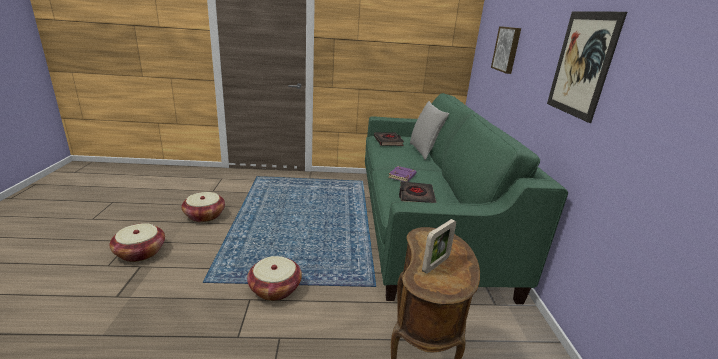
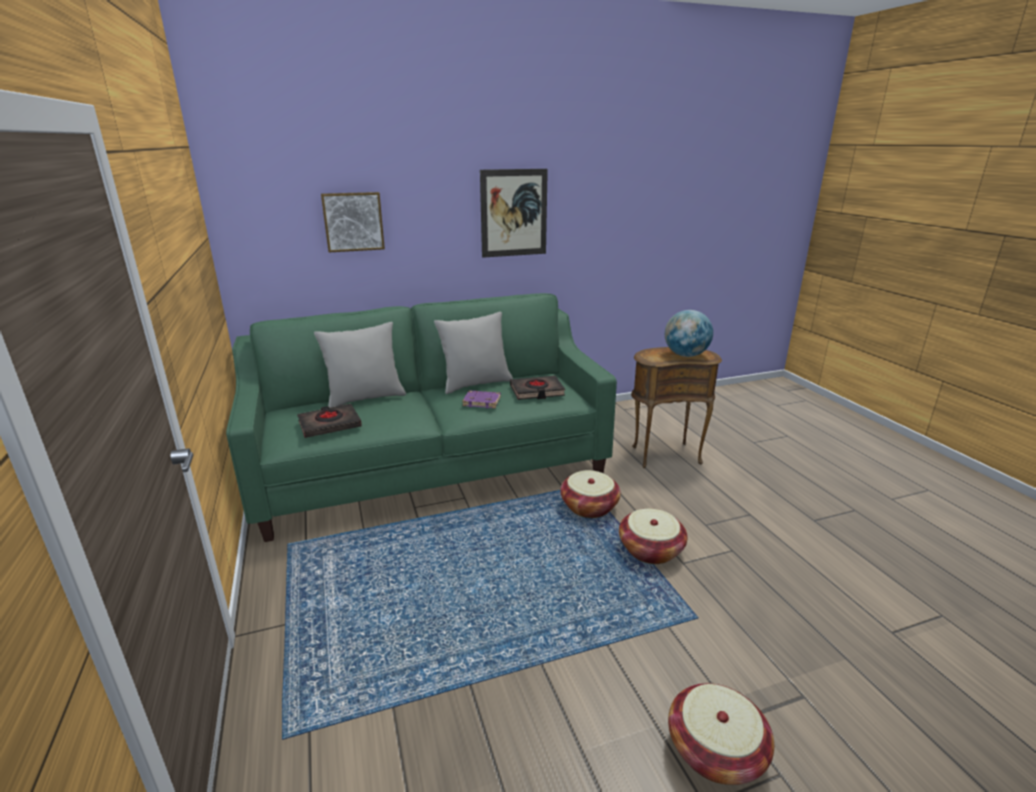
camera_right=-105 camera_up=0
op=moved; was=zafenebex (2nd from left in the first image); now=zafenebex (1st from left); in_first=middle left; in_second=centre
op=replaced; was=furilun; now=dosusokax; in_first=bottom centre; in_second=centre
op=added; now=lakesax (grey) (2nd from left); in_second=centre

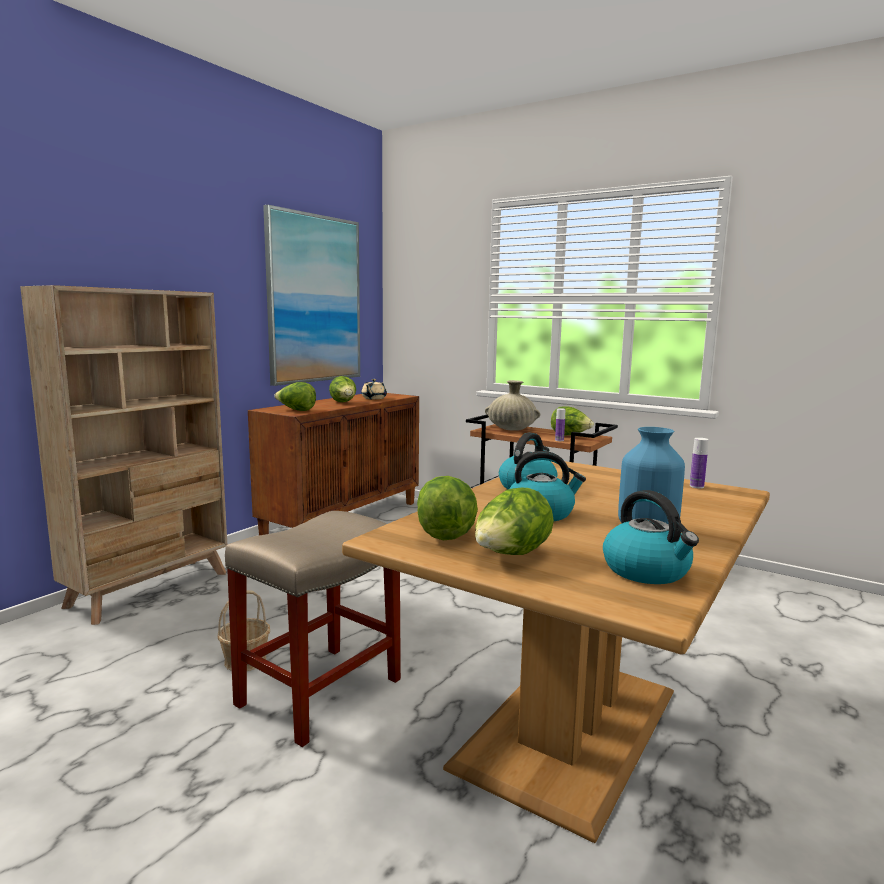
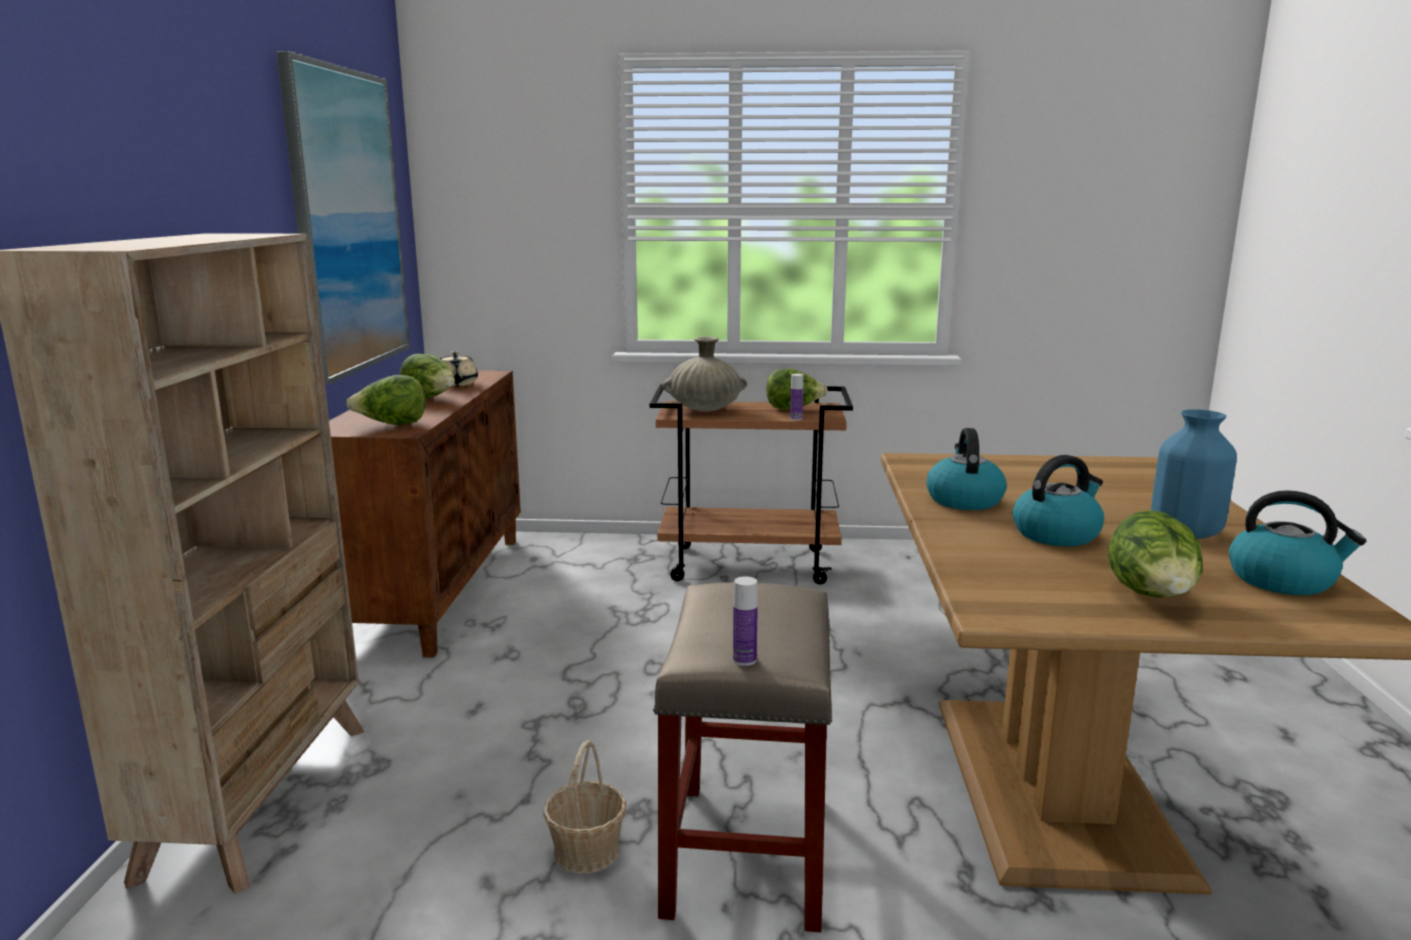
camera_right=-30 camera_up=5
op=removed; was=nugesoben (3rd from left); in_first=centre
op=moved; was=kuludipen (2nd from left in the first image); now=kuludipen (1st from left); in_first=middle right; in_second=centre

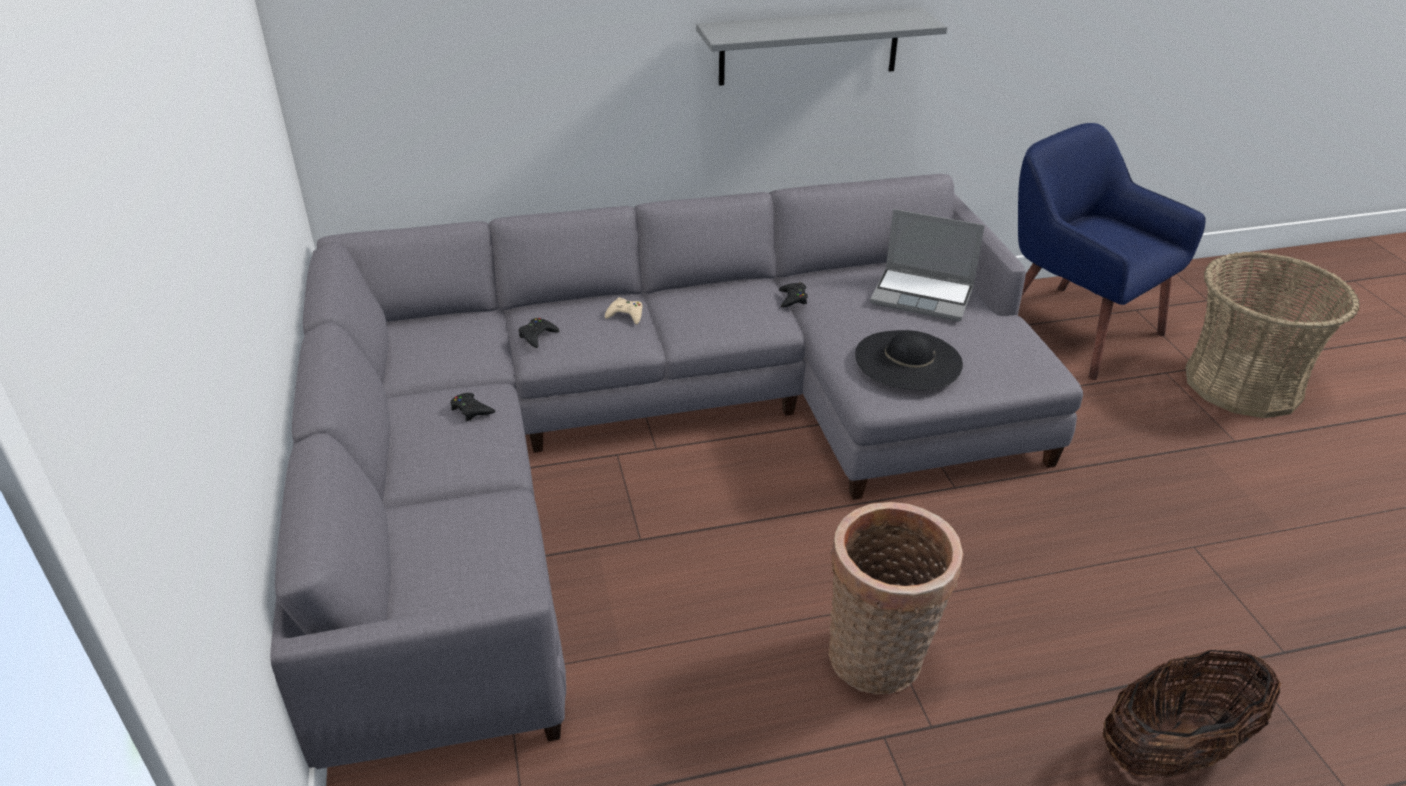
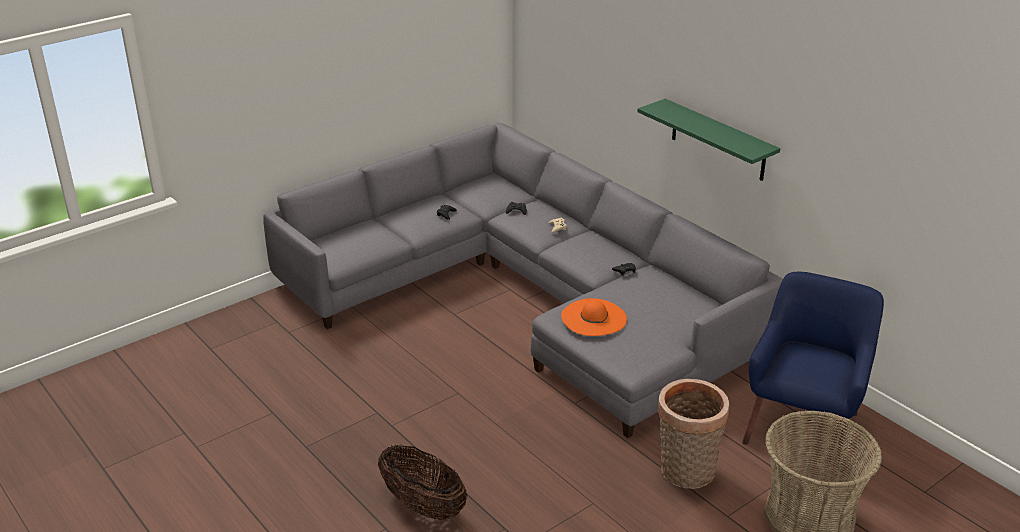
camera_right=65 camera_up=-5
op=recoloured; was=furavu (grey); now=furavu (green); in_first=top centre; in_second=top right
op=moved; was=zafenebex (1st from left in the first image); now=zafenebex (2nd from left); in_first=bottom centre; in_second=bottom right
op=recoloured; was=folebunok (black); now=folebunok (orange); in_first=centre; in_second=centre
op=removed; was=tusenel; in_first=centre

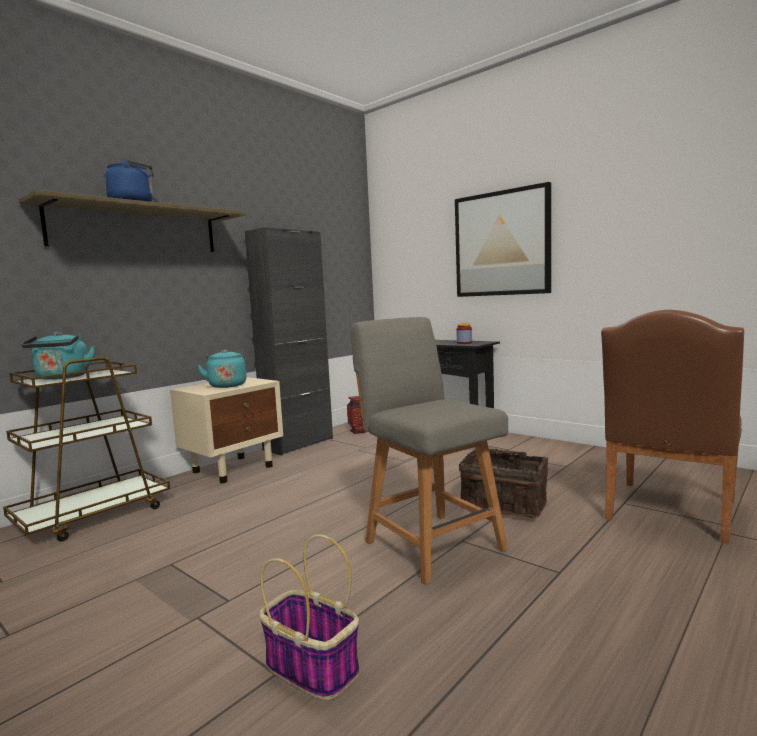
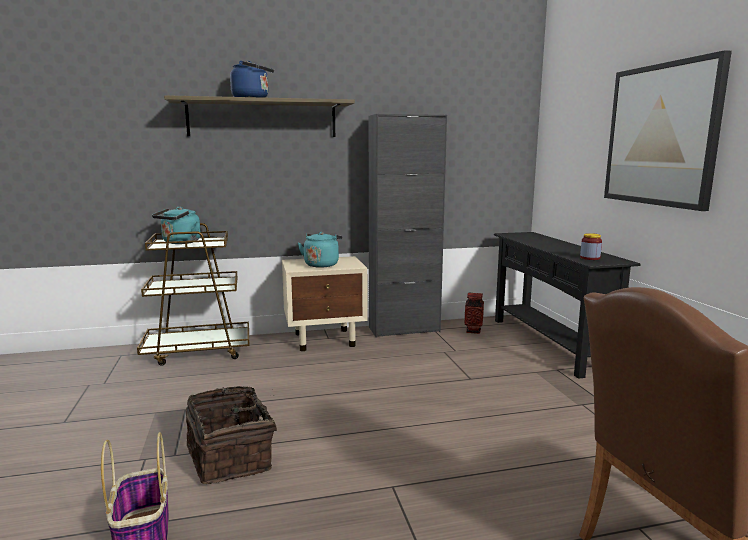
camera_right=35 camera_up=5
op=removed; was=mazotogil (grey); in_first=centre
op=moved; was=zafenebex (2nd from left); in_first=centre; in_second=bottom left

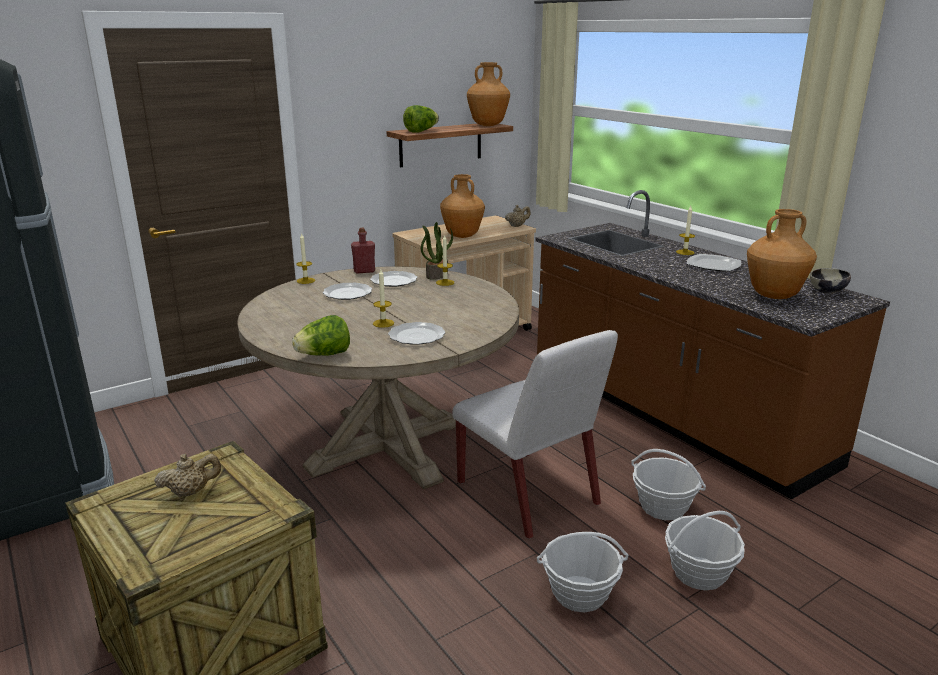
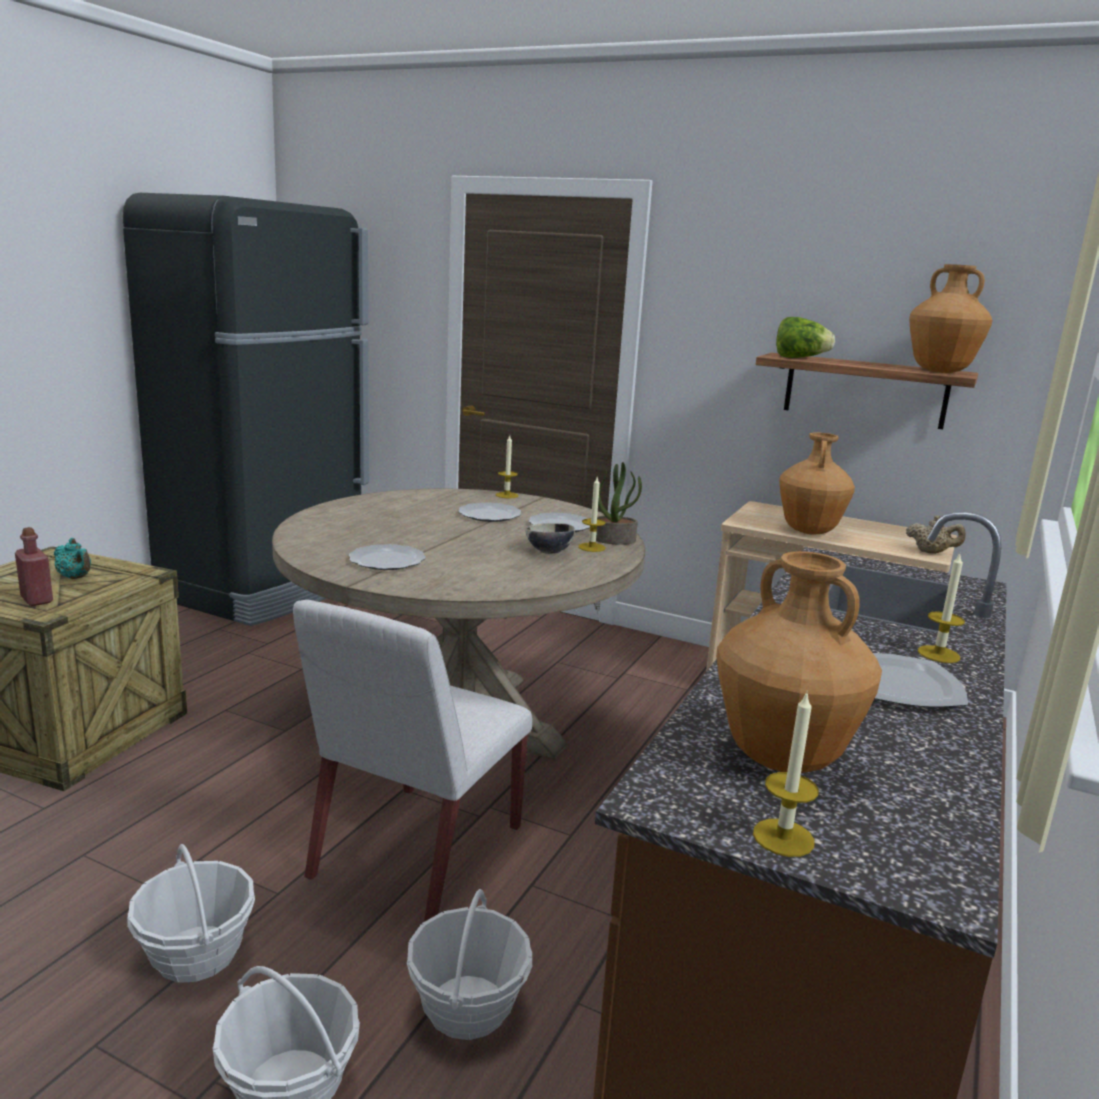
camera_right=60 camera_up=-5
op=recoloured; was=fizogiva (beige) (1st from left); now=fizogiva (turquoise); in_first=bottom left; in_second=middle left
op=removed; was=nugesoben (1st from left); in_first=centre
op=moved; was=kuludipen (red); in_first=centre; in_second=middle left
op=moved; was=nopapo (2nd from left in the first image); now=nopapo (3rd from left); in_first=centre; in_second=bottom right
op=moved; was=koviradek; in_first=middle right; in_second=centre

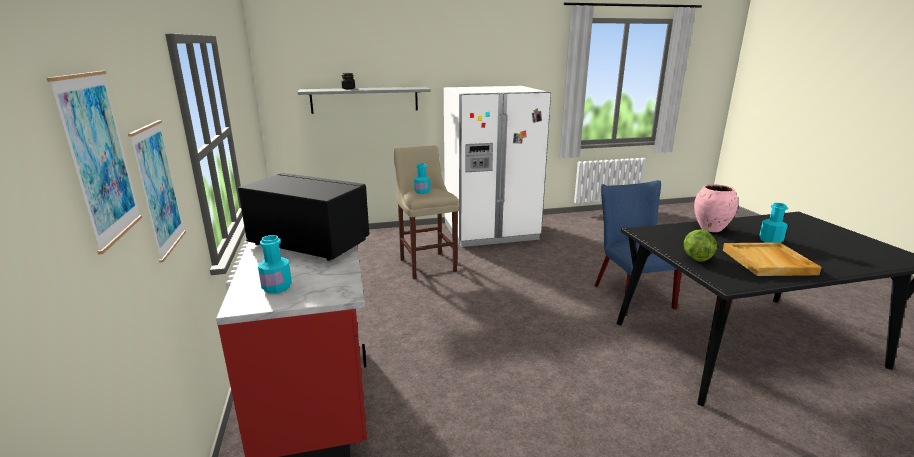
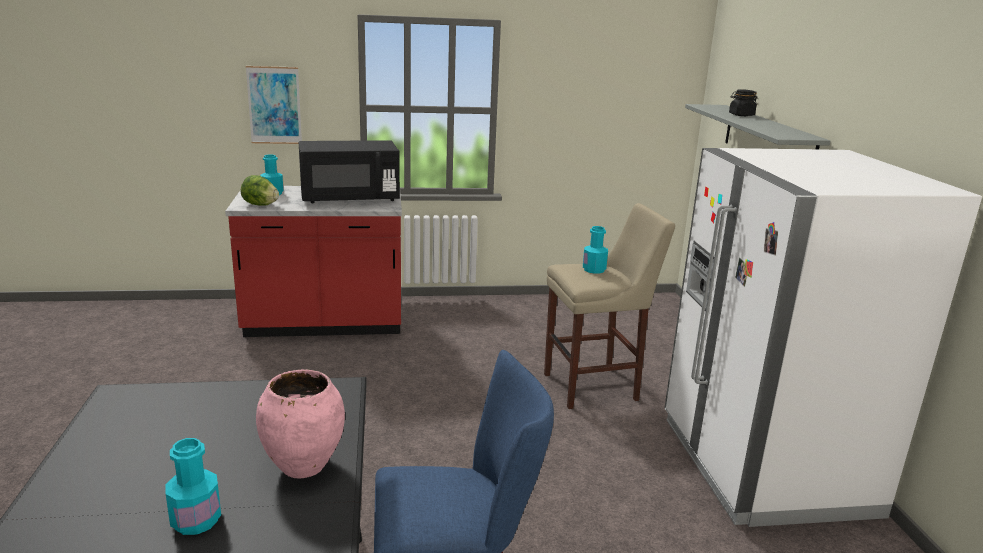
camera_right=95 camera_up=0
op=removed; was=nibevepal (1st from left); in_first=middle left
op=turned; was=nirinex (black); in_first=middle left; in_second=top centre; clockwise=45
op=moved; was=nugesoben; in_first=middle right; in_second=middle left
op=removed; was=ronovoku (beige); in_first=middle right

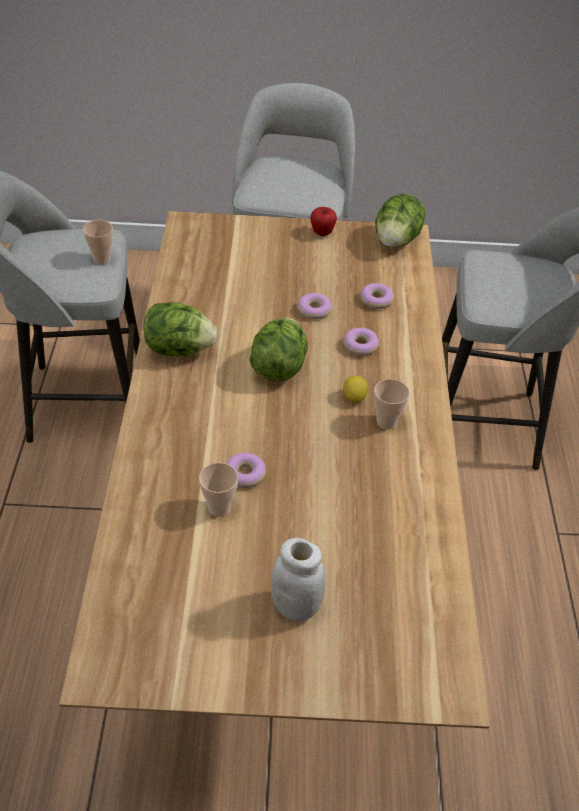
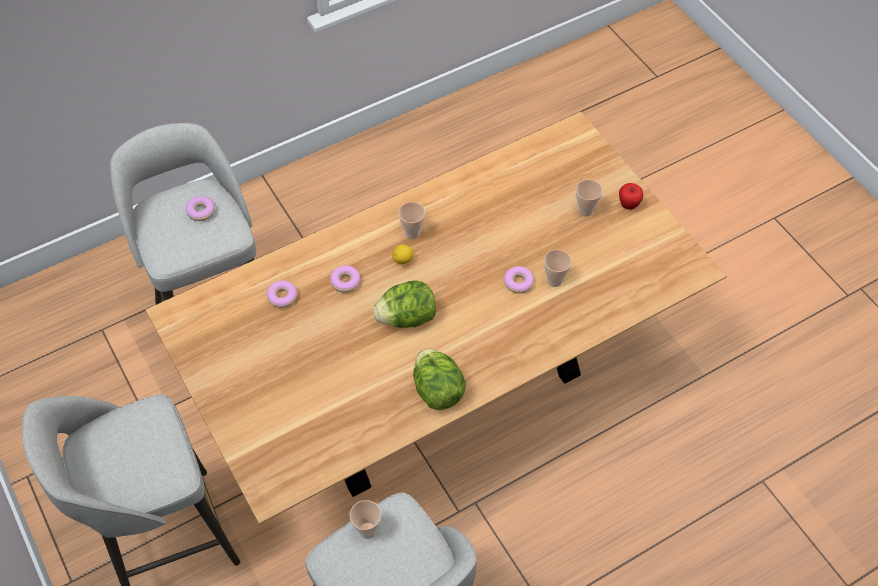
camera_right=-120 camera_up=10
op=replaced; was=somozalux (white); now=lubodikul (4th from left); in_first=bottom centre; in_second=middle right
op=moved; was=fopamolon (2nd from left in the first image); now=fopamolon (1st from left); in_first=centre; in_second=middle left
op=moved; was=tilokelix; in_first=top centre; in_second=middle right
op=removed; was=nugesoben (3rd from left); in_first=top right

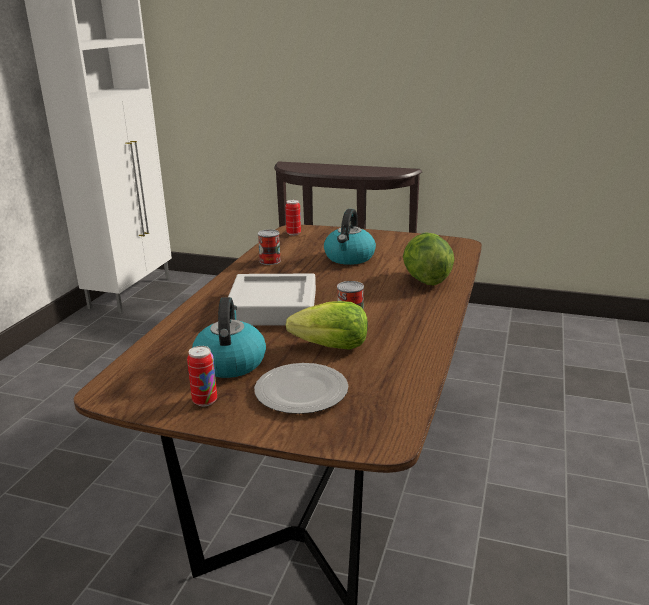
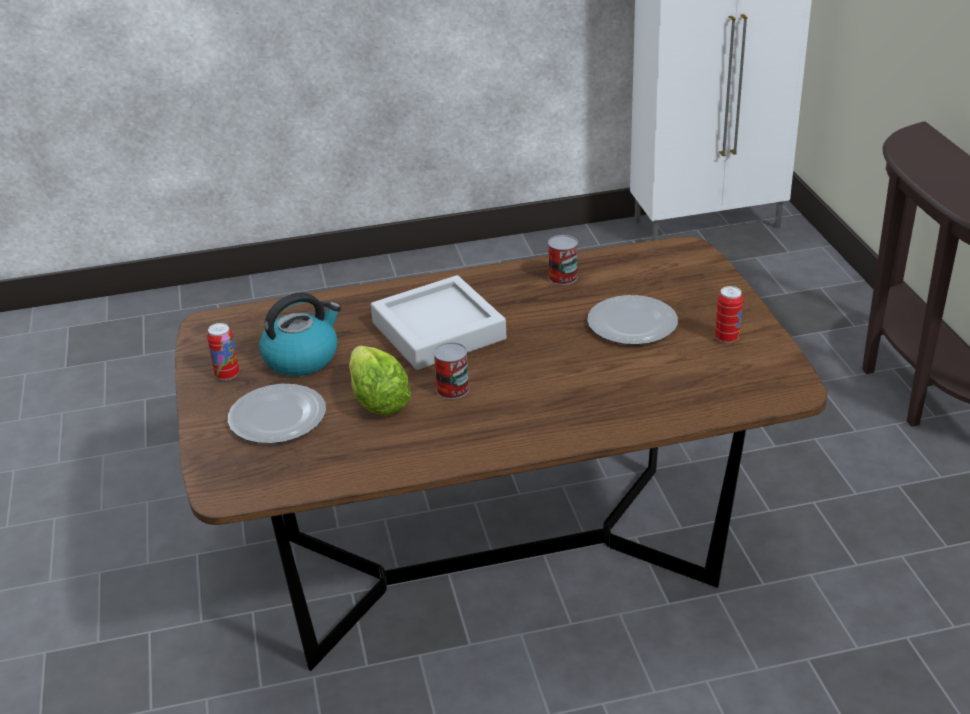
camera_right=60 camera_up=10
op=moved; was=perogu (3rd from left in the first image); now=perogu (4th from left); in_first=centre; in_second=middle right
op=replaced; was=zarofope (2nd from left); now=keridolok (2nd from left); in_first=centre; in_second=centre
op=removed; was=nugesoben (2nd from left); in_first=centre

